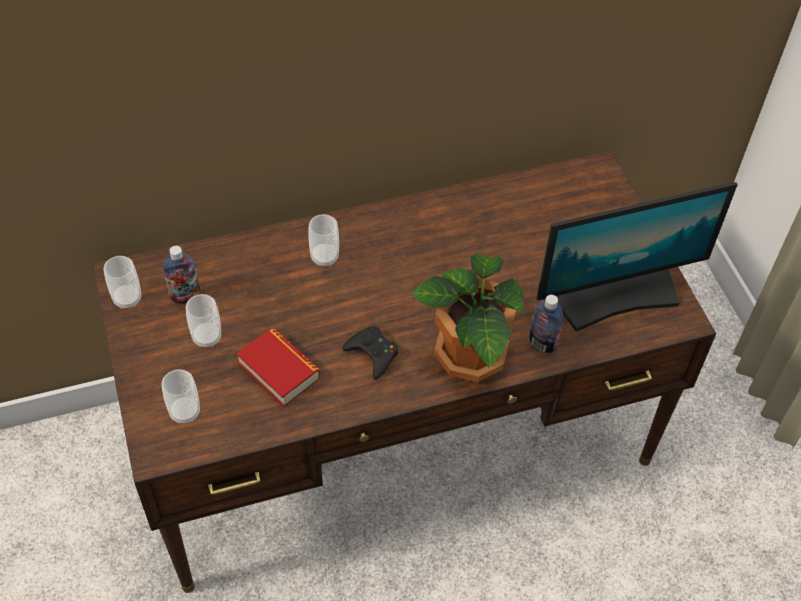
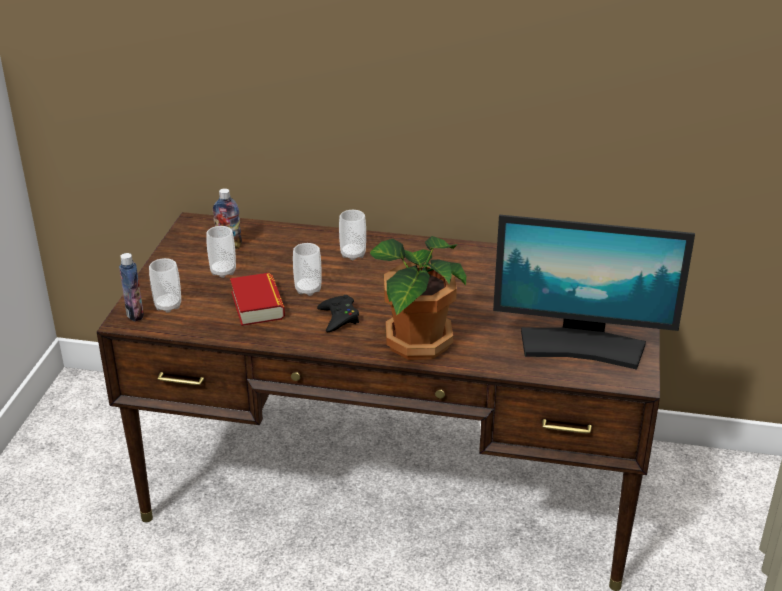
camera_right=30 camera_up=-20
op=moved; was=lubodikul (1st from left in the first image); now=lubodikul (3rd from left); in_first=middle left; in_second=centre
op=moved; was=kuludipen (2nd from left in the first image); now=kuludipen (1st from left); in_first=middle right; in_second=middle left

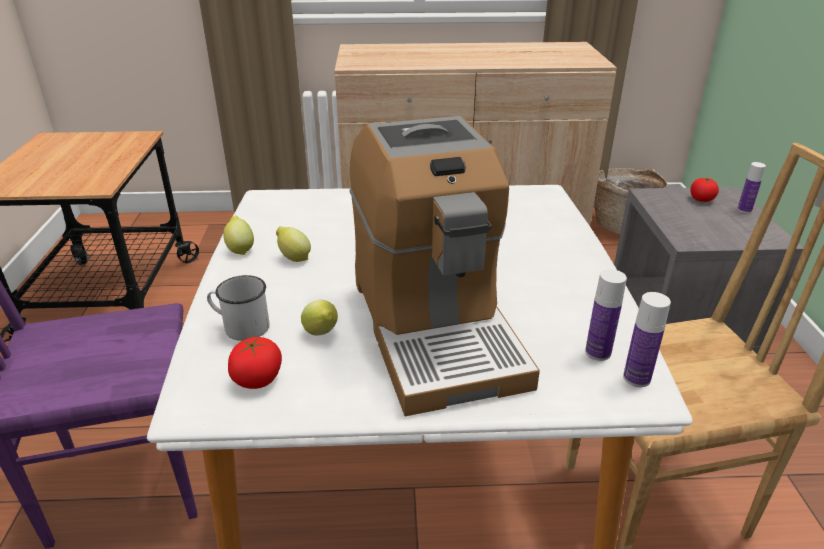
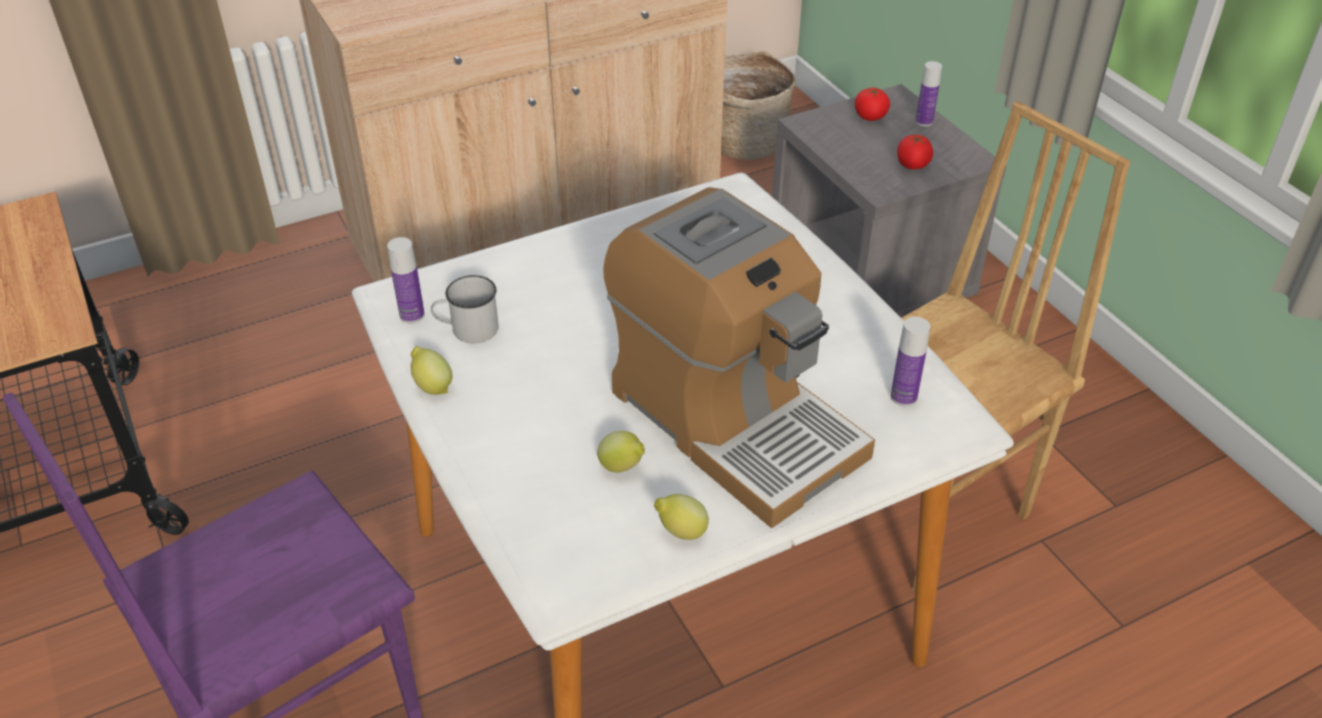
camera_right=-25 camera_up=10
op=moved; was=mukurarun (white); in_first=middle left; in_second=centre
op=moved; was=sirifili (1st from left in the first image); now=sirifili (2nd from left); in_first=middle left; in_second=top right
op=moved; was=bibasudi (2nd from left in the first image); now=bibasudi (3rd from left); in_first=centre; in_second=bottom centre
op=moved; was=kuludipen (2nd from left in the first image); now=kuludipen (1st from left); in_first=middle right; in_second=middle left

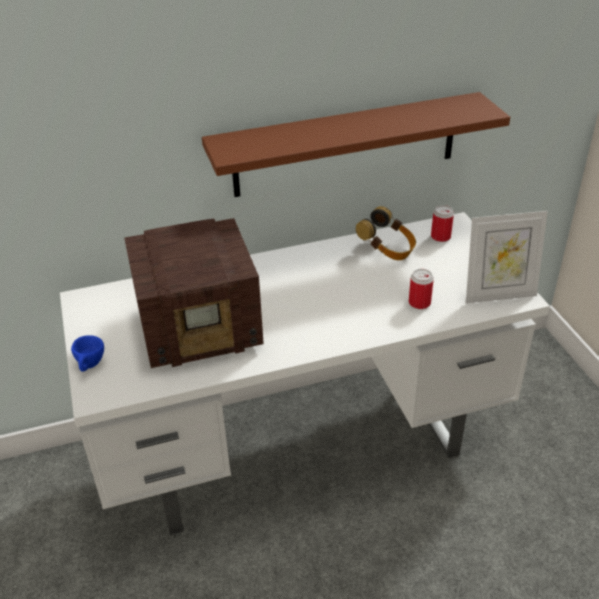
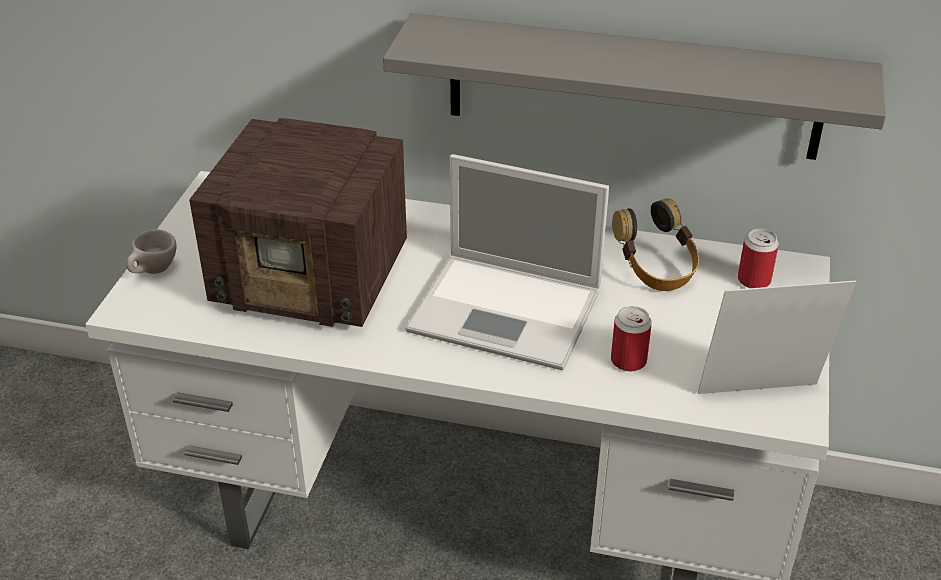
camera_right=30 camera_up=0
op=recoloured; was=lubodikul (blue); now=lubodikul (beige); in_first=middle left; in_second=middle left
op=recoloured; was=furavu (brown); now=furavu (grey); in_first=top centre; in_second=top right
op=turned; was=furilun; in_first=middle right; in_second=middle right; clockwise=150
op=added; now=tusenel; in_second=centre

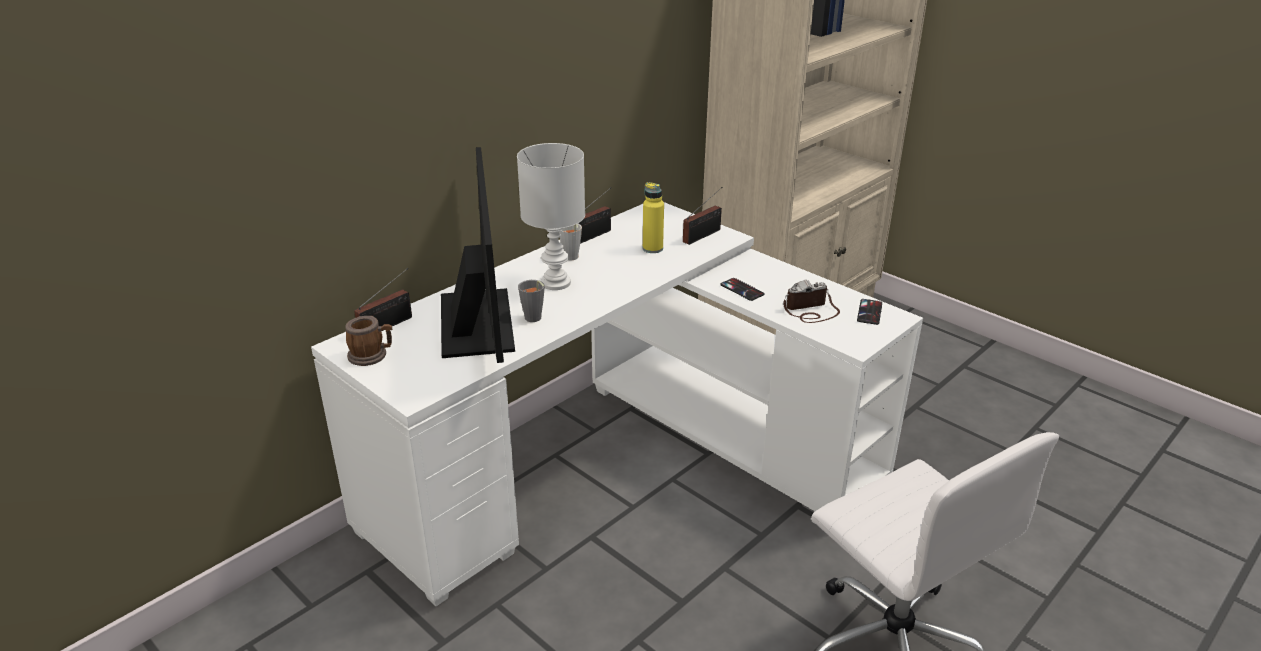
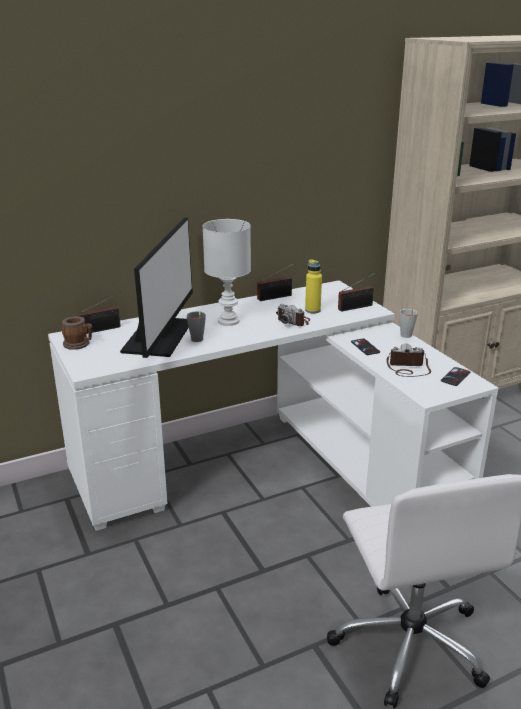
camera_right=20 camera_up=-5
op=moved; was=lubodikul (grey) (2nd from left); in_first=centre; in_second=middle right
op=added; now=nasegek (1st from left); in_second=centre

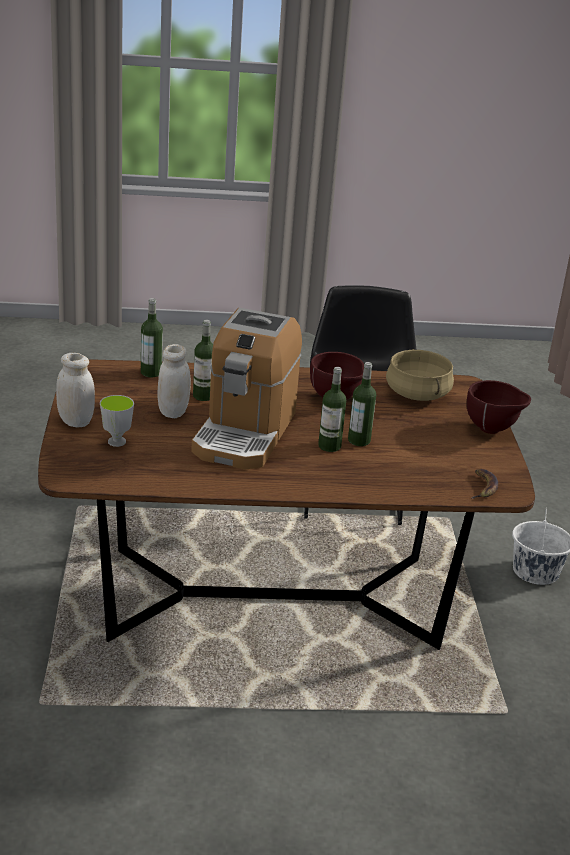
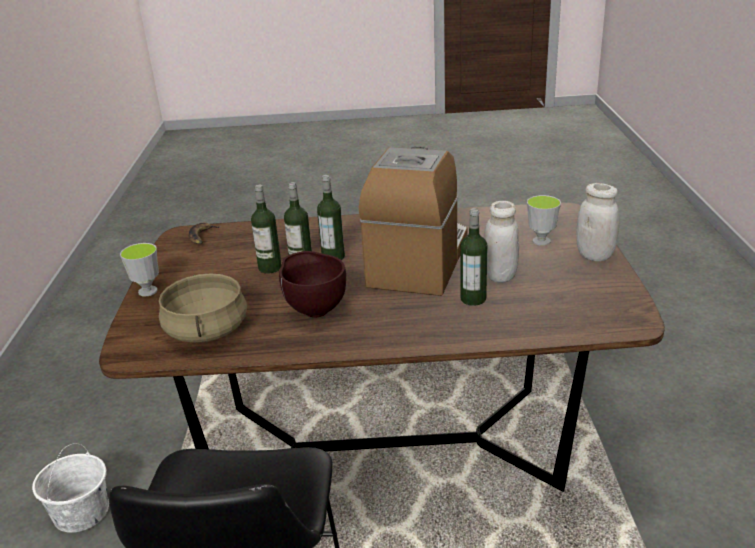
camera_right=-175 camera_up=0
op=moved; was=kuludipen (1st from left); in_first=middle left; in_second=centre
op=replaced; was=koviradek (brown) (2nd from left); now=lubodikul (1st from left); in_first=middle right; in_second=middle left

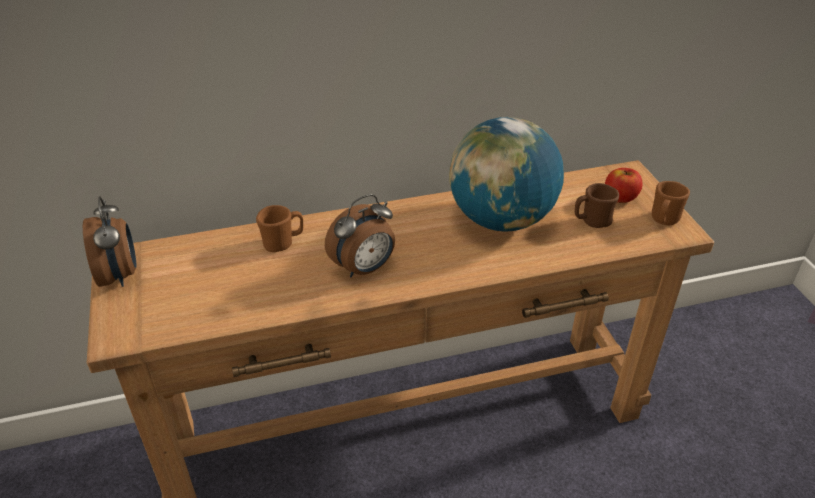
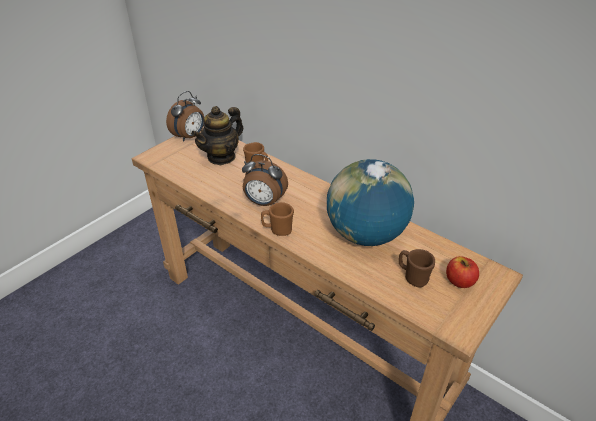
camera_right=55 camera_up=0
op=moved; was=mukurarun (brown) (3rd from left in the first image); now=mukurarun (brown) (2nd from left); in_first=middle right; in_second=centre
op=added; now=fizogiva; in_second=top centre

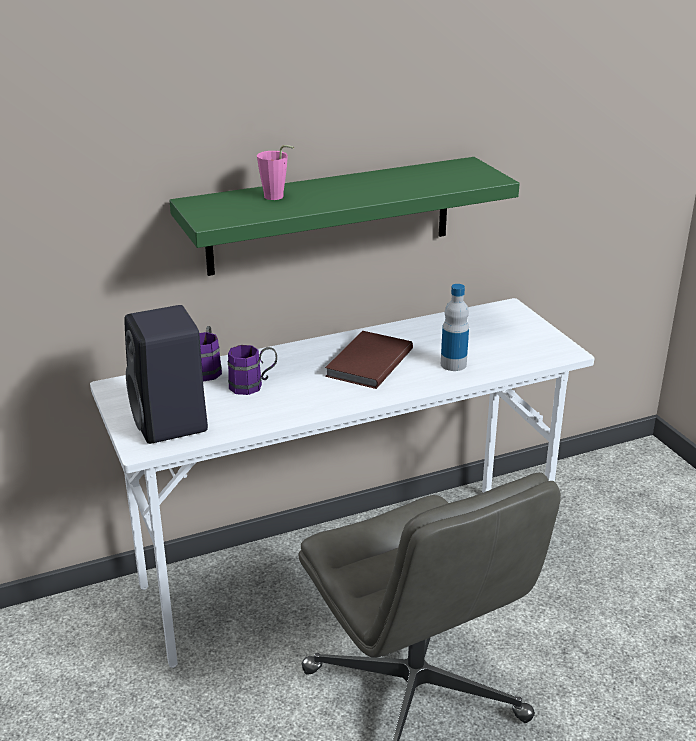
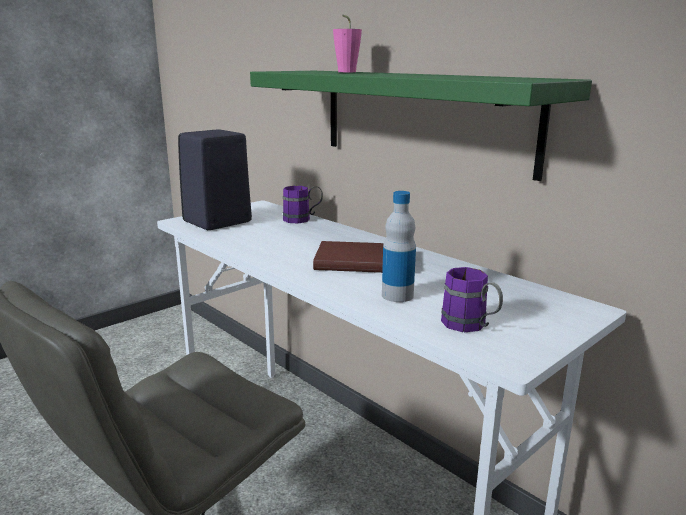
camera_right=70 camera_up=-10
op=moved; was=mukurarun (purple) (2nd from left); in_first=centre; in_second=middle right

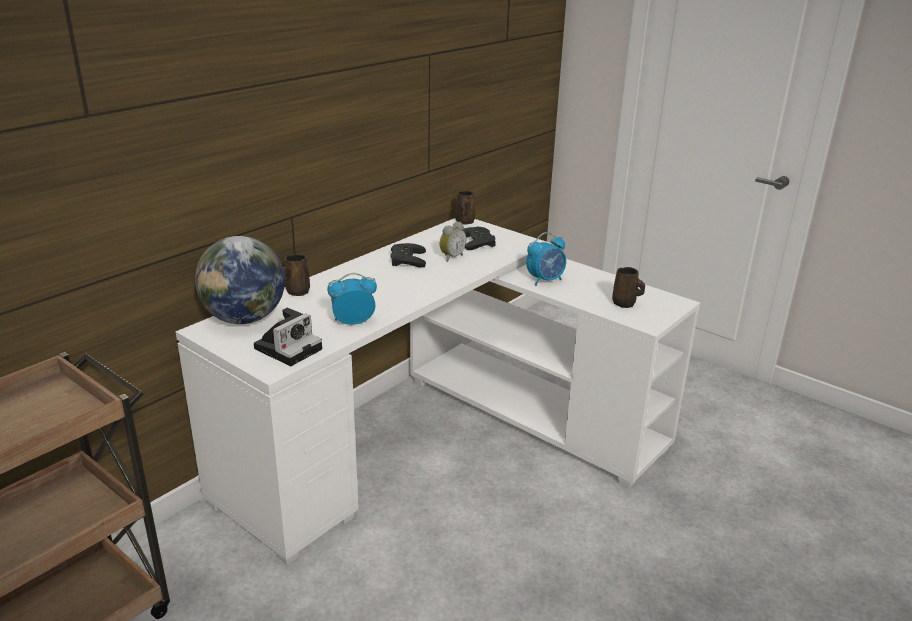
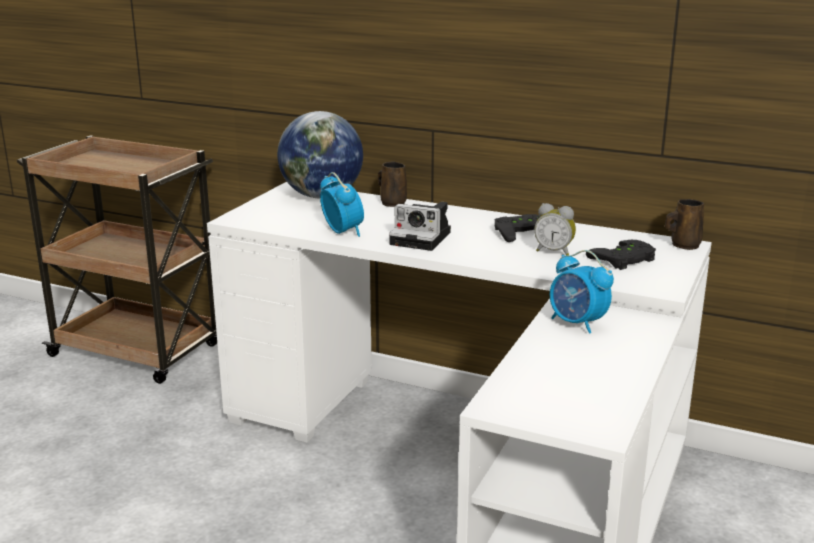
camera_right=75 camera_up=-5
op=moved; was=nasegek; in_first=middle left; in_second=centre
op=removed; was=mukurarun (brown) (3rd from left); in_first=middle right

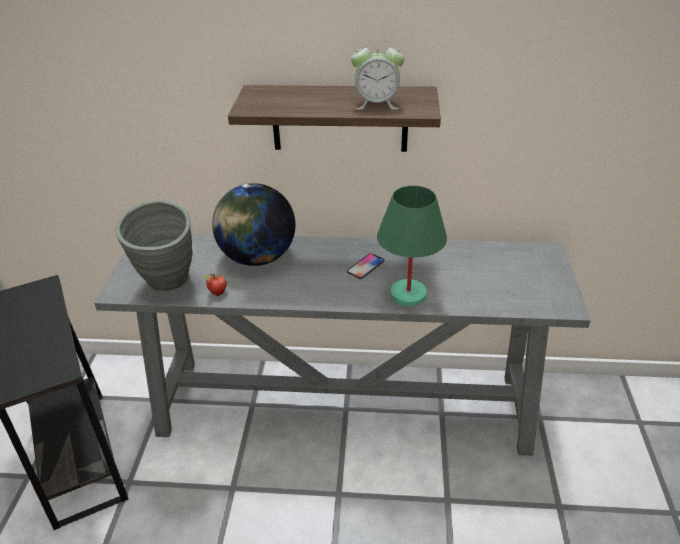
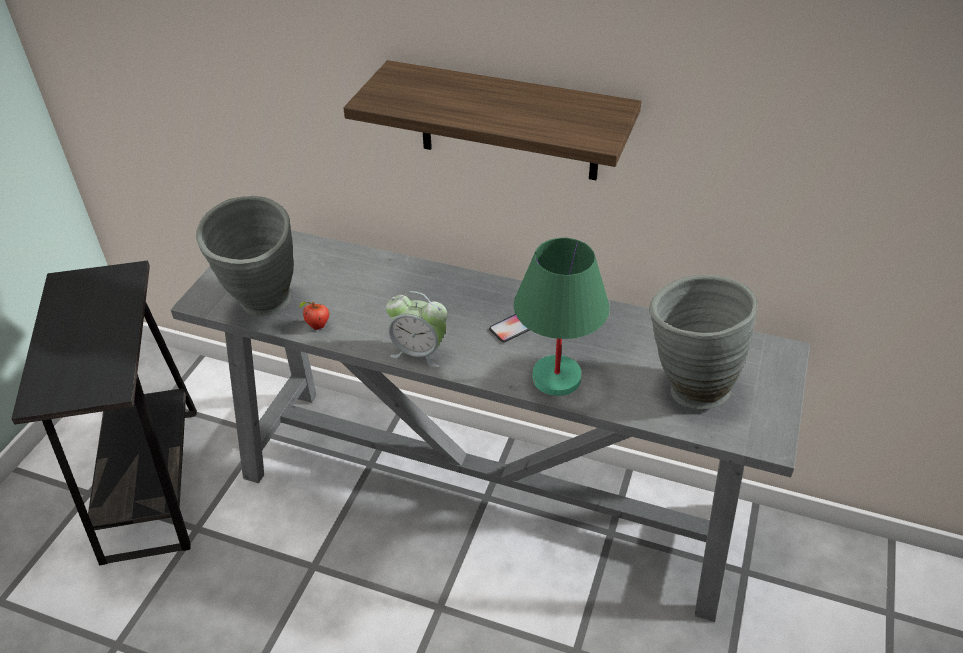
camera_right=15 camera_up=5
op=removed; was=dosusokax; in_first=centre
op=moved; was=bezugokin; in_first=top centre; in_second=centre
op=added; now=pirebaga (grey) (2nd from left); in_second=middle right

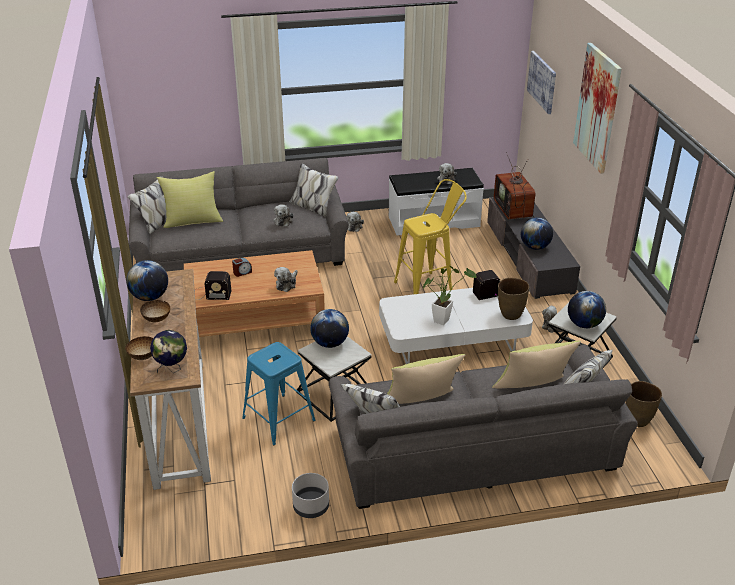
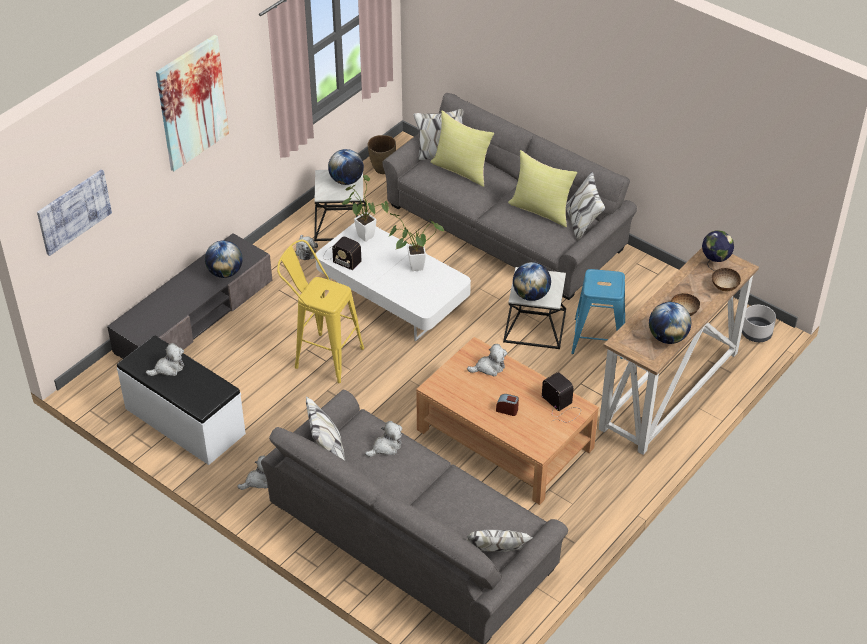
camera_right=-130 camera_up=10
op=removed; was=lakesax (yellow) (1st from left); in_first=middle left
op=moved; was=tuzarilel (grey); in_first=bottom centre; in_second=middle right
op=removed; was=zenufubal; in_first=top right
op=replaced; was=pirebaga (brown) (1st from left); now=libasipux (1st from left); in_first=middle right; in_second=top centre

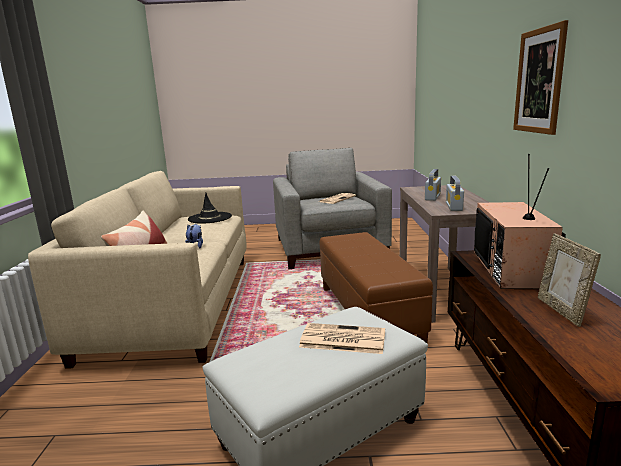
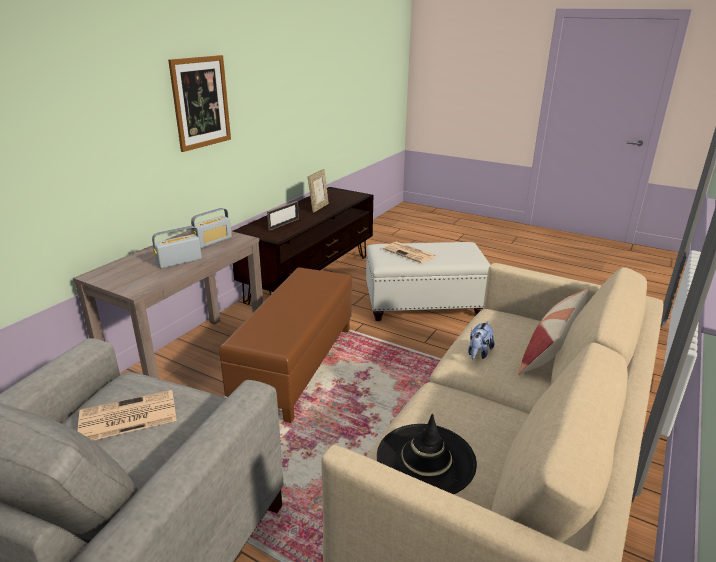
camera_right=-150 camera_up=10
op=replaced; was=zenufubal; now=furilun (1st from left); in_first=middle right; in_second=centre

